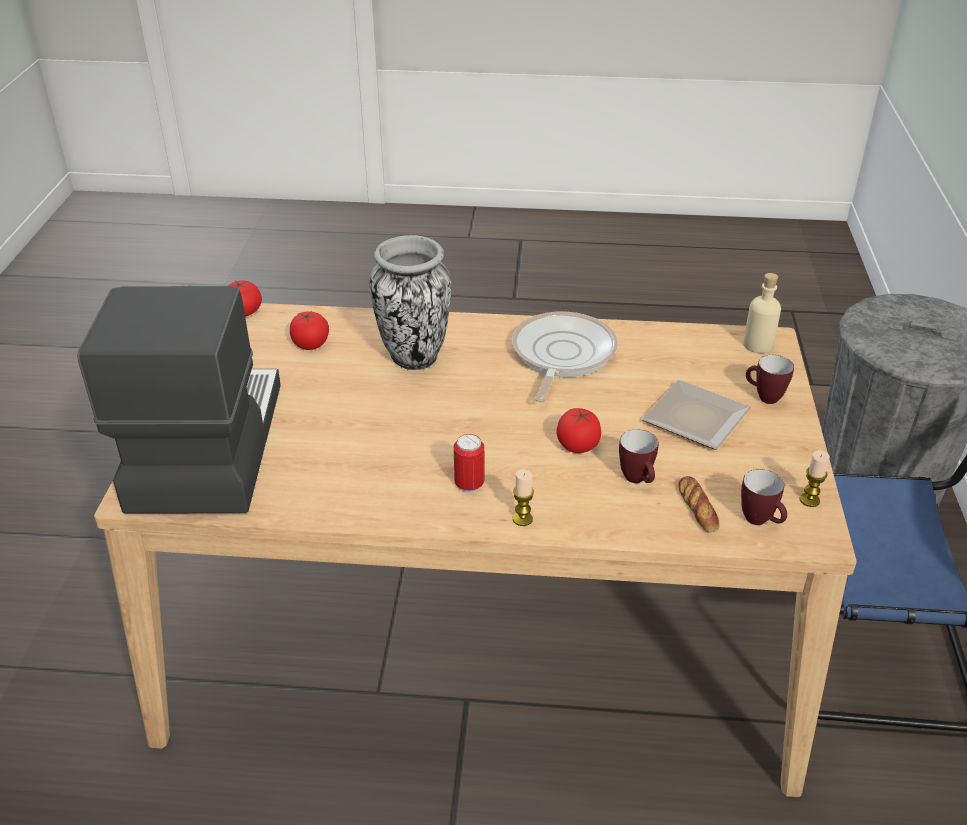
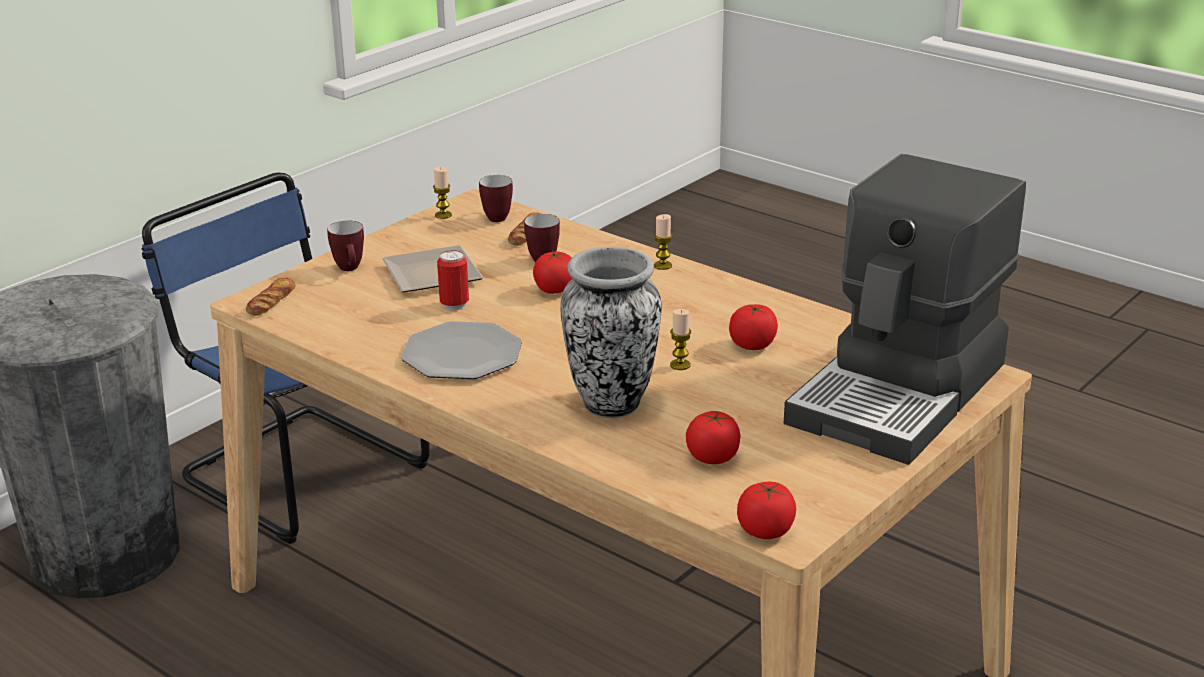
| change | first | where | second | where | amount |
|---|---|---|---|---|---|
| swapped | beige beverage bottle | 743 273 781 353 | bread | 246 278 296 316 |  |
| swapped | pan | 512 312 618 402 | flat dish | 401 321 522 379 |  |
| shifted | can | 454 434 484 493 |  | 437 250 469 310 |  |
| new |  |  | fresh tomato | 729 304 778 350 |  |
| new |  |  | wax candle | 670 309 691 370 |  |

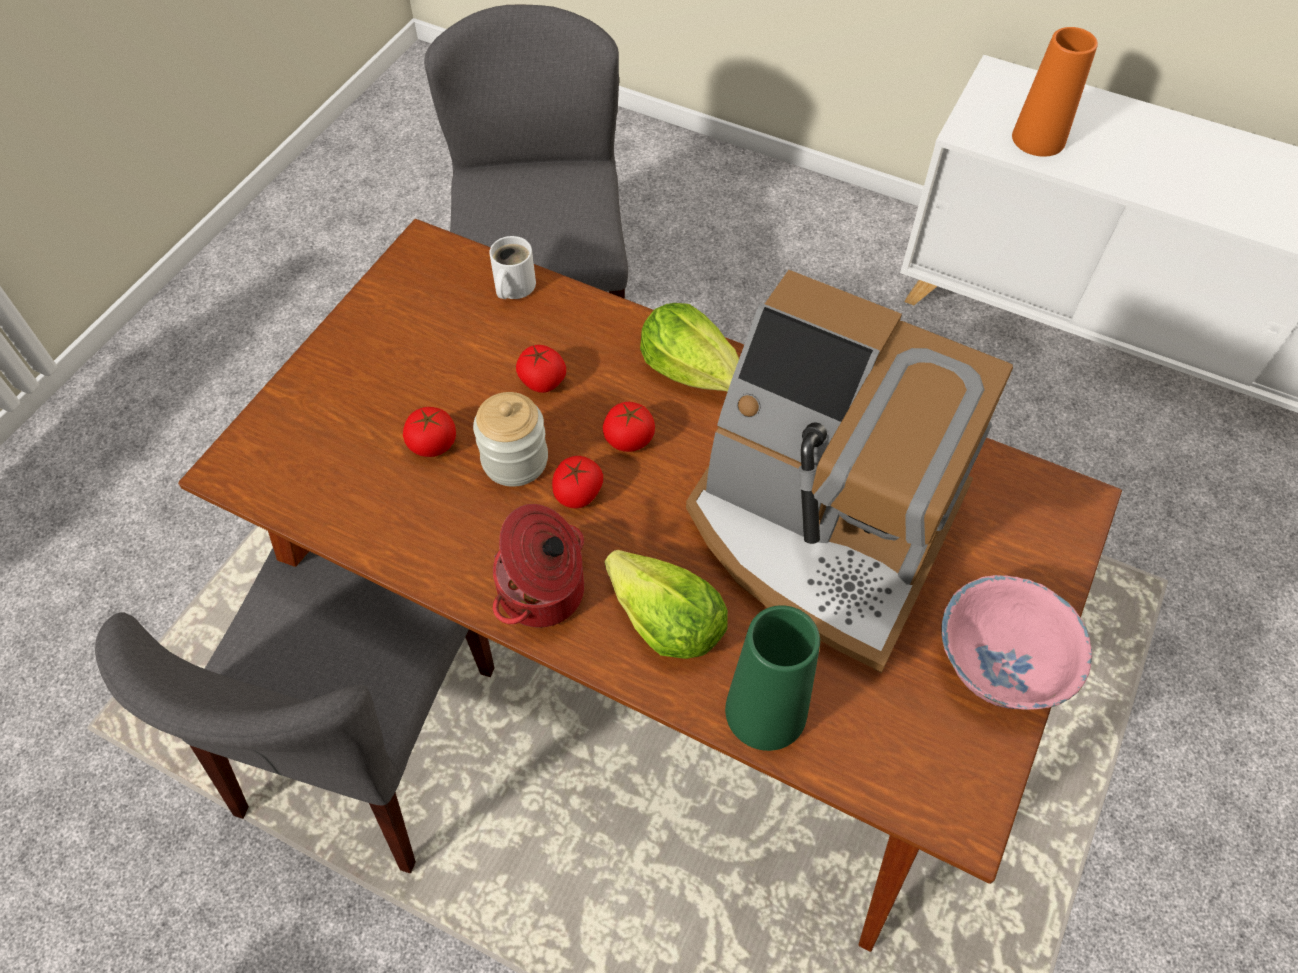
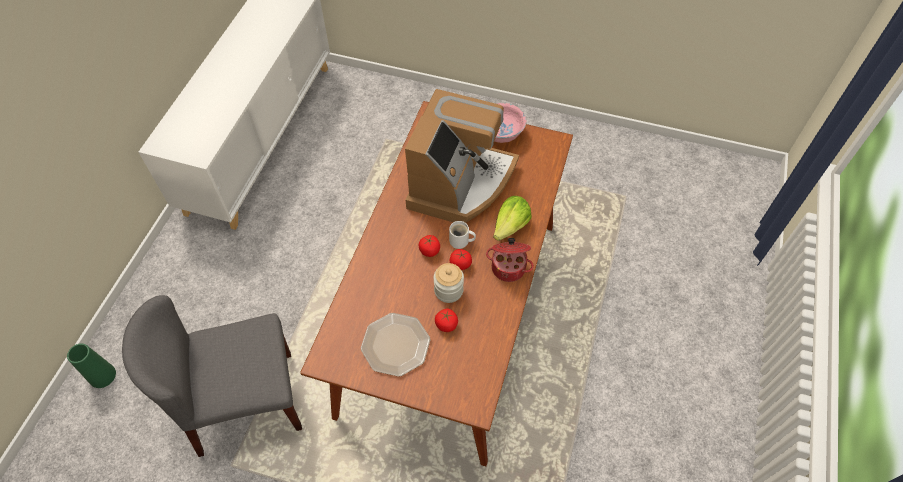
| change | first | where | second | where | amount |
|---|---|---|---|---|---|
| gone | orange vase | 1012 27 1098 157 |  |  |  |
| shifted | whitish mug | 489 236 536 299 |  | 449 221 476 249 |  |
| gone | lettuce | 640 303 739 392 |  |  |  |
| gone | fresh tomato | 516 345 566 393 |  |  |  |
| gone | grey plain chair | 95 548 494 873 |  |  |  |
| shifted | green-coloured vase | 725 605 820 751 |  | 67 344 116 388 |  |
| new |  |  | flat dish | 361 313 430 377 |  |

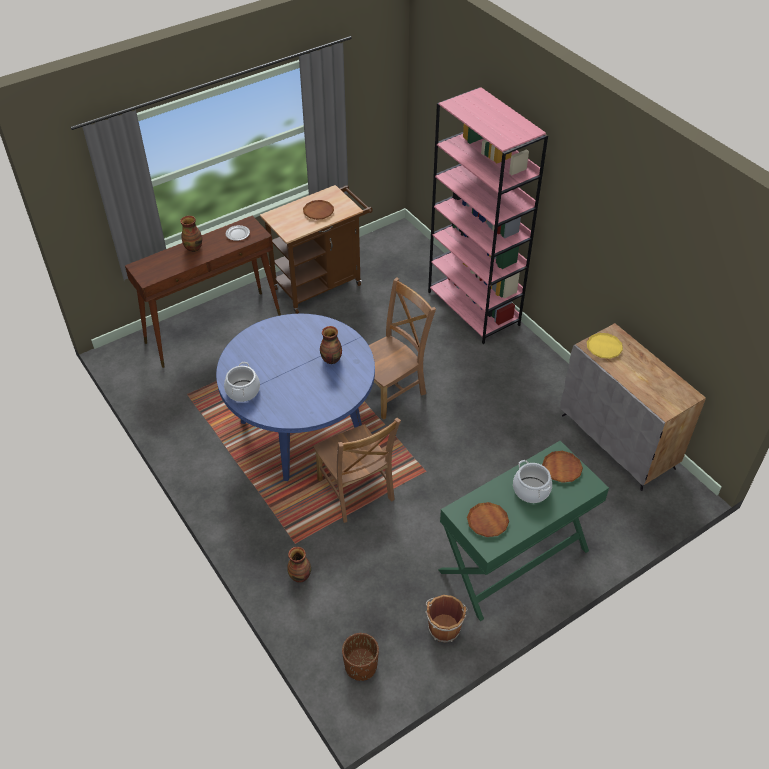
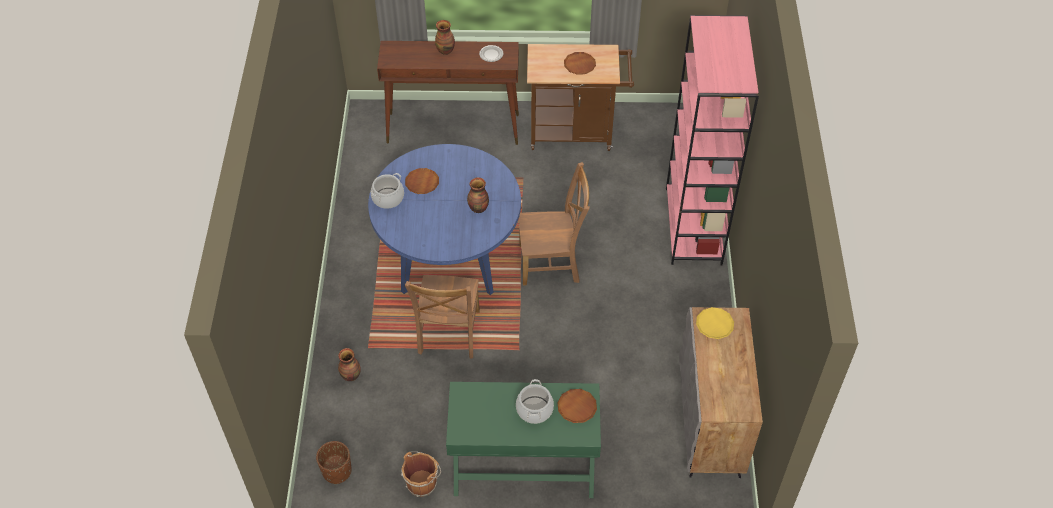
| change | first | where | second | where | amount |
|---|---|---|---|---|---|
| shifted | brown-coloured flat dish | 467 502 509 537 |  | 405 168 439 194 |  |

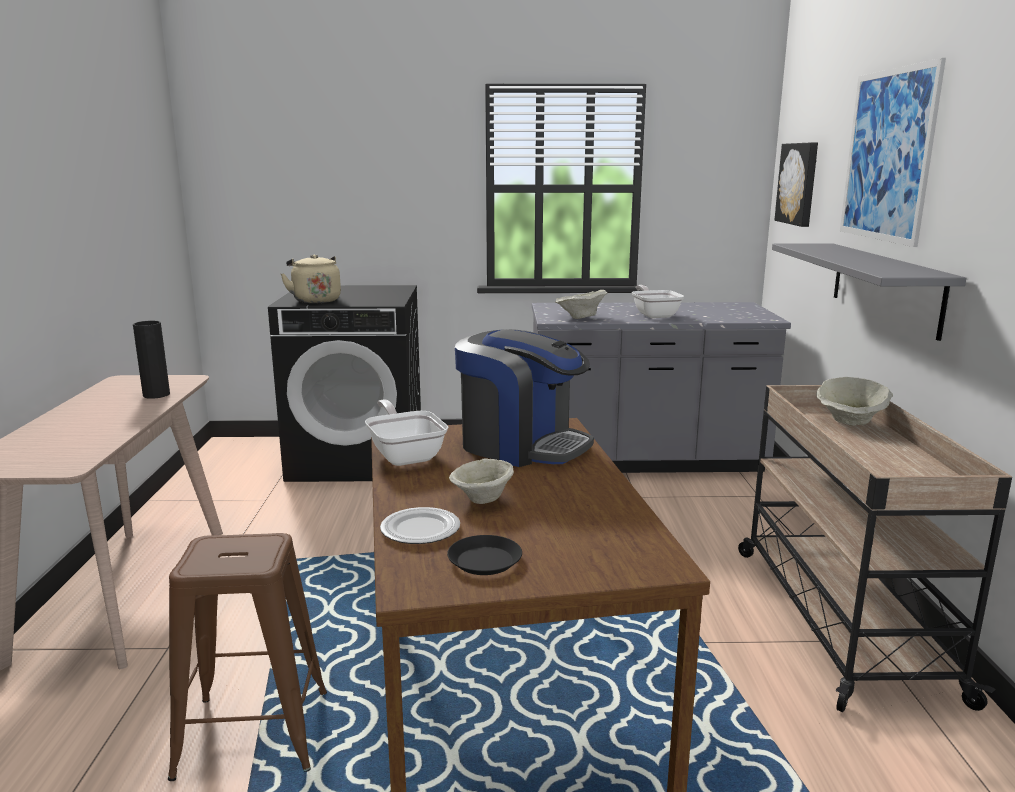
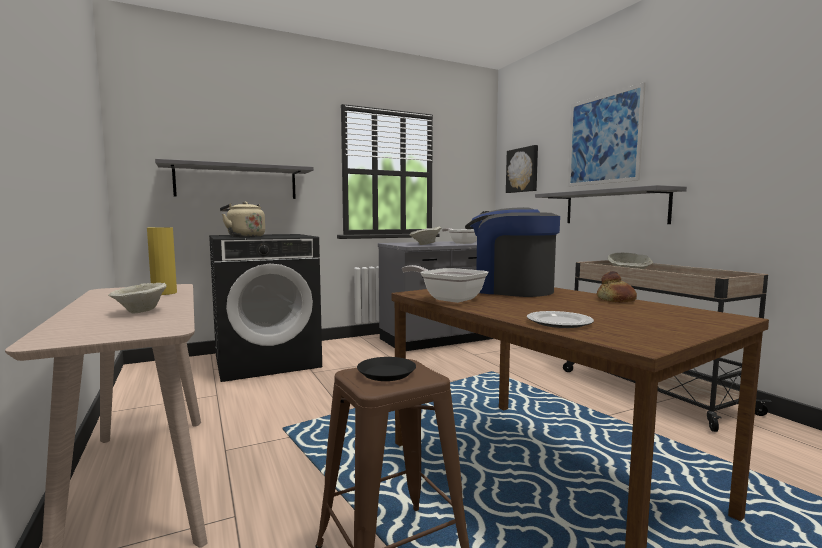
| change | first | where | second | where | amount |
|---|---|---|---|---|---|
| repainted | black vase | 133 321 170 399 | yellow vase | 147 227 177 295 |  |
| rotated | coffee brewer | 455 329 594 467 |  | 465 207 560 297 | 150 degrees counterclockwise |
| shifted | beige serving bowl | 449 459 514 504 |  | 109 283 167 314 |  |
| shifted | black flat dish | 447 535 522 575 |  | 357 357 416 381 |  |
| new |  |  | grey wall shelf | 155 159 314 199 |  |
| new |  |  | bread | 597 271 637 302 |  |

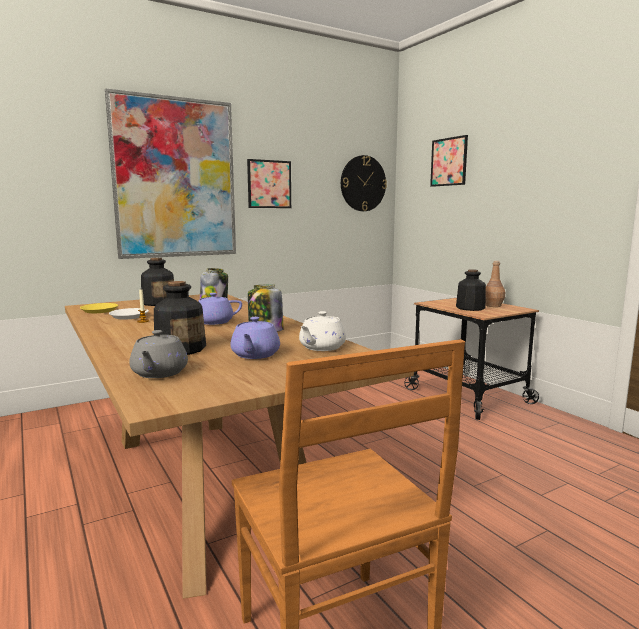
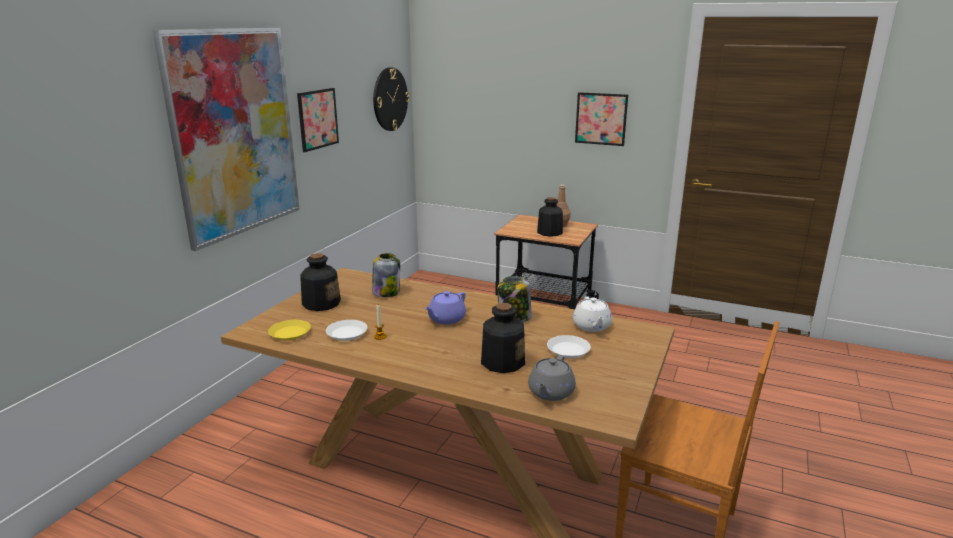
| change | first | where | second | where | amount |
|---|---|---|---|---|---|
| shifted | wall picture | 430 135 468 187 |  | 575 92 628 146 |  |
| swapped | purple pot for tea | 230 317 280 359 | whitish flat dish | 547 335 591 358 |  |
| rotated | grey pot for tea | 129 330 188 378 |  | 528 355 576 401 | 60 degrees clockwise |

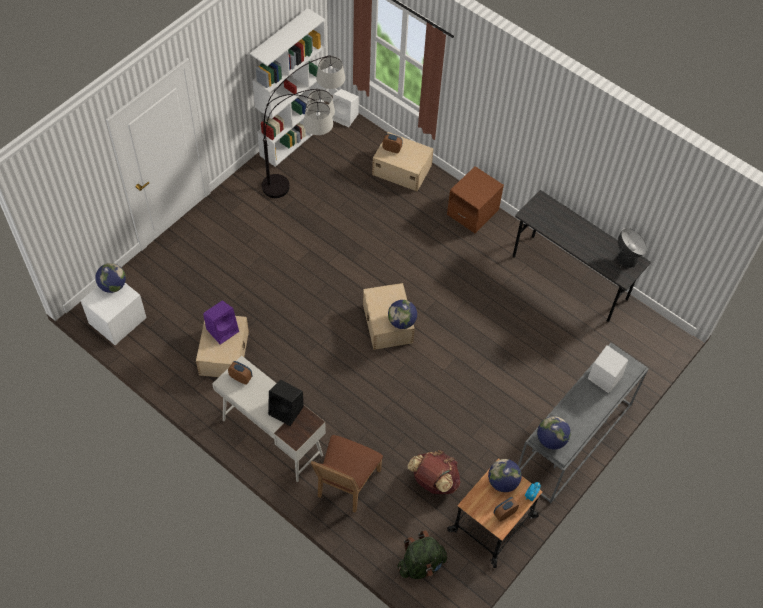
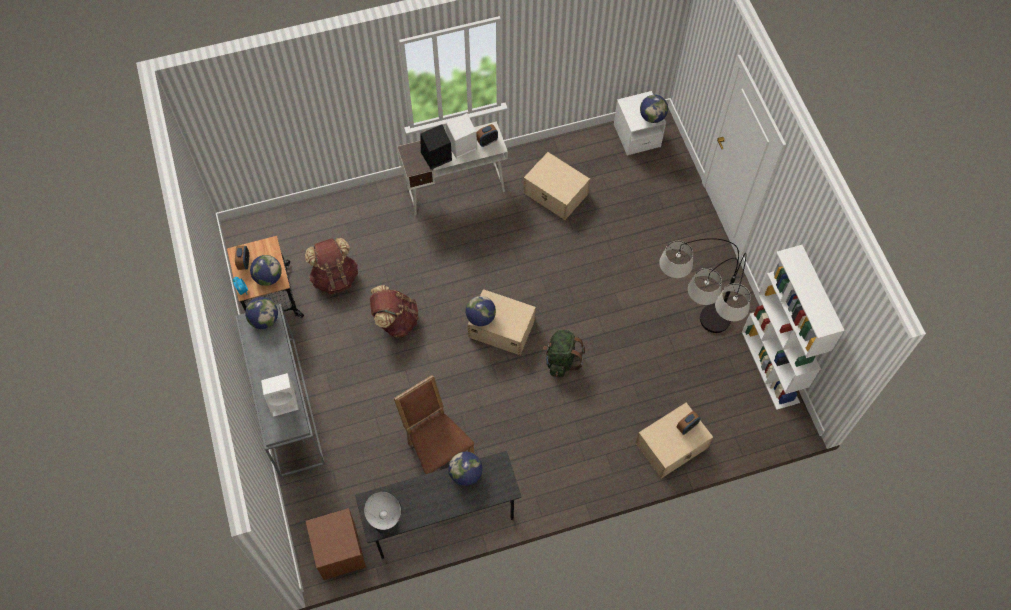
| change | first | where | second | where | amount |
|---|---|---|---|---|---|
| shifted | whitish audio speaker | 332 89 359 127 |  | 446 113 477 159 |  |
| shifted | brown-coloured bedside table | 447 166 504 234 |  | 306 508 366 580 |  |
| gone | purple audio speaker | 203 300 239 345 |  |  |  |
| shifted | brown-coloured plain chair | 311 435 383 513 |  | 394 375 475 474 |  |
| shifted | green-coloured backpack | 397 530 448 579 |  | 543 330 585 377 |  |
| new |  |  | brown-coloured backpack | 370 285 418 337 |  |
| new |  |  | world globe | 448 452 483 486 |  |

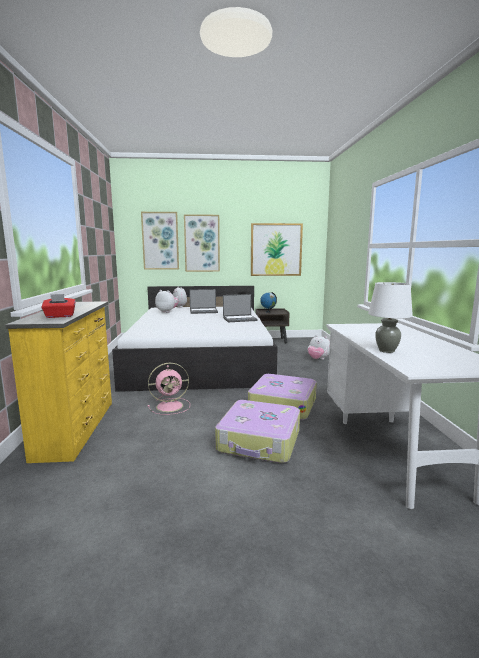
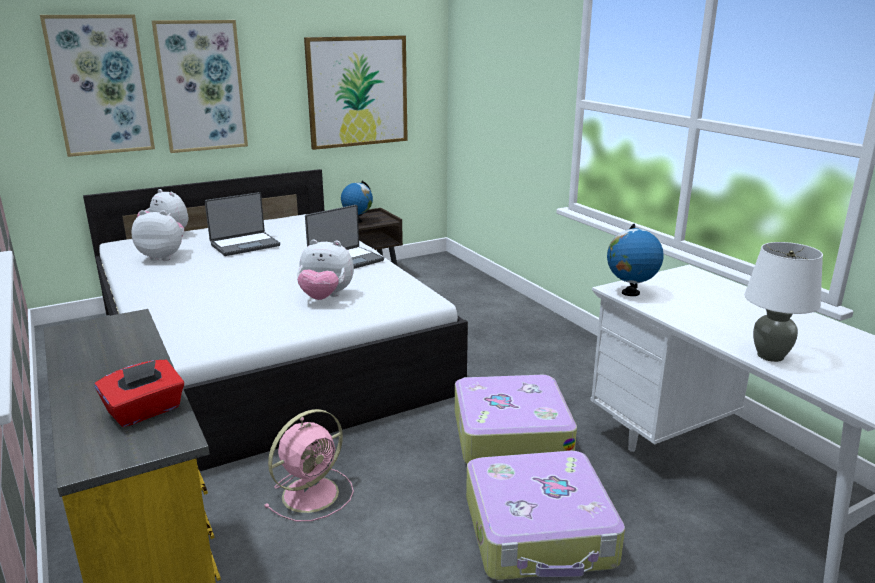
| change | first | where | second | where | amount |
|---|---|---|---|---|---|
| shifted | cuddly toy | 308 335 330 360 |  | 297 239 354 300 |  |
| new |  |  | world globe | 607 224 664 296 |  |

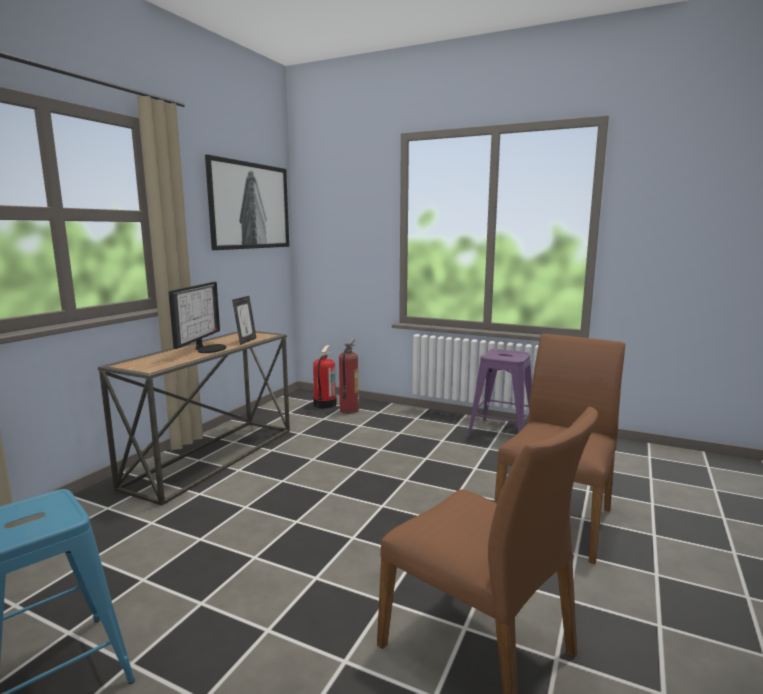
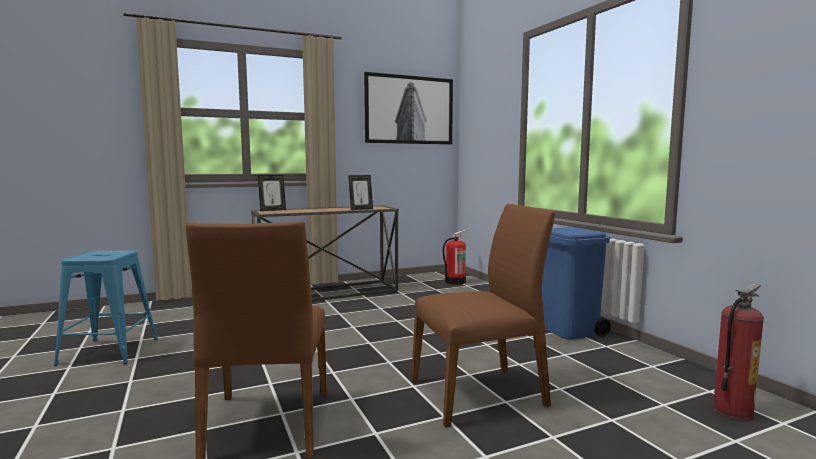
| change | first | where | second | where | amount |
|---|---|---|---|---|---|
| gone | computer display | 168 282 226 353 |  |  |  |
| shifted | fire extinguisher | 339 339 359 414 |  | 713 284 764 421 |  |
| swapped | purple sitting stool | 467 349 532 437 | blue-coloured rubbish bin | 542 227 611 340 |  |
| new |  |  | photo frame | 257 175 286 211 |  |

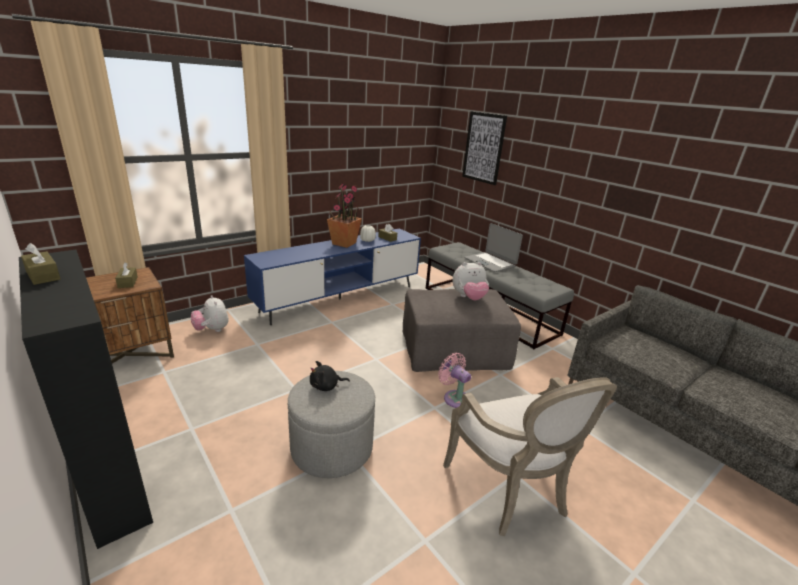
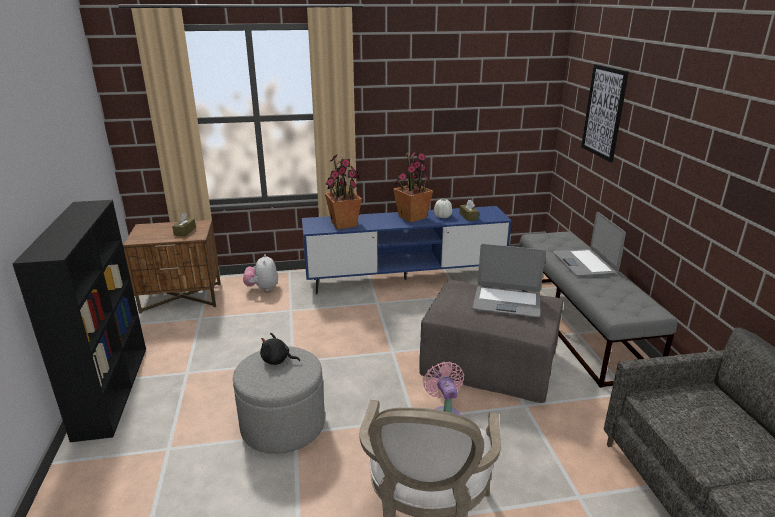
| change | first | where | second | where | amount |
|---|---|---|---|---|---|
| gone | brown-coloured tissue box | 21 243 60 285 |  |  |  |
| swapped | cuddly toy | 453 262 489 300 | portable computer | 473 244 546 317 |  |
| new |  |  | plant in a pot | 325 155 362 229 |  |

